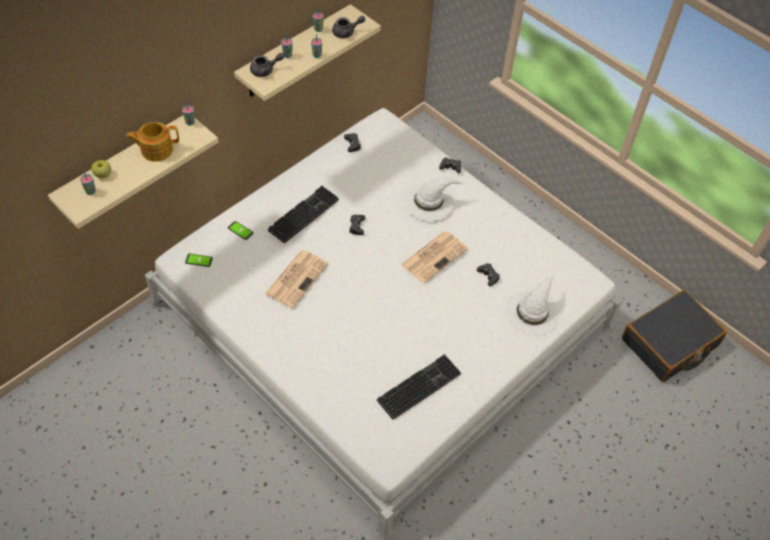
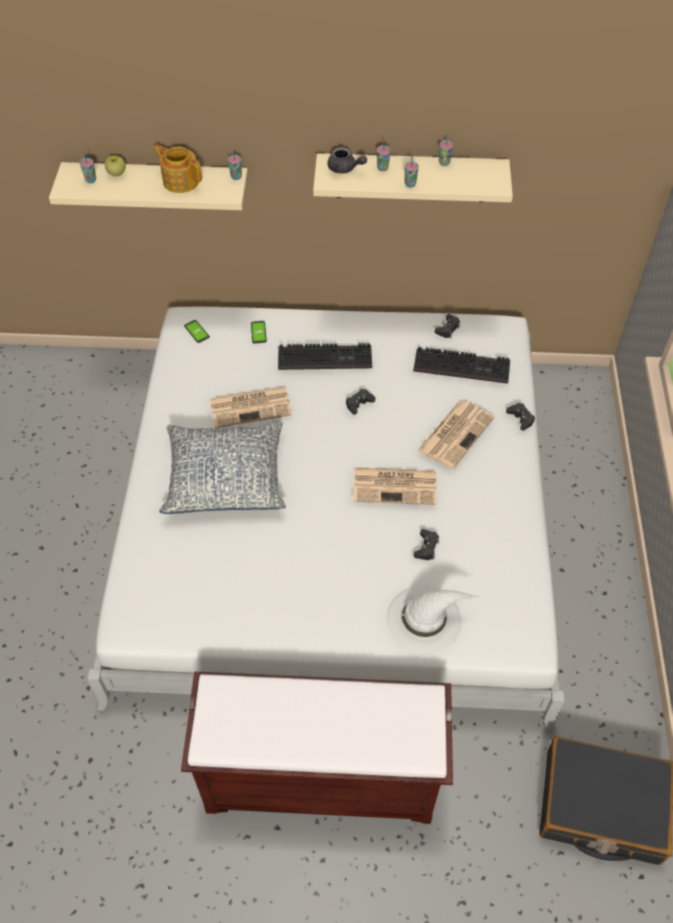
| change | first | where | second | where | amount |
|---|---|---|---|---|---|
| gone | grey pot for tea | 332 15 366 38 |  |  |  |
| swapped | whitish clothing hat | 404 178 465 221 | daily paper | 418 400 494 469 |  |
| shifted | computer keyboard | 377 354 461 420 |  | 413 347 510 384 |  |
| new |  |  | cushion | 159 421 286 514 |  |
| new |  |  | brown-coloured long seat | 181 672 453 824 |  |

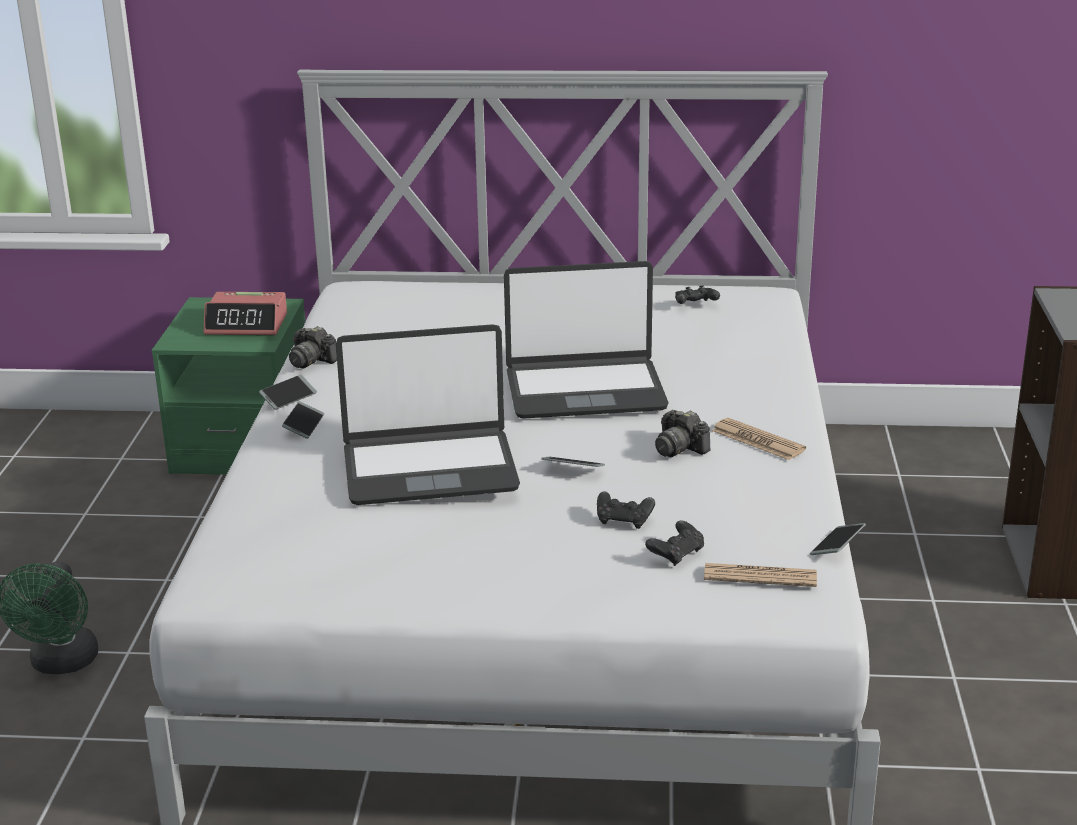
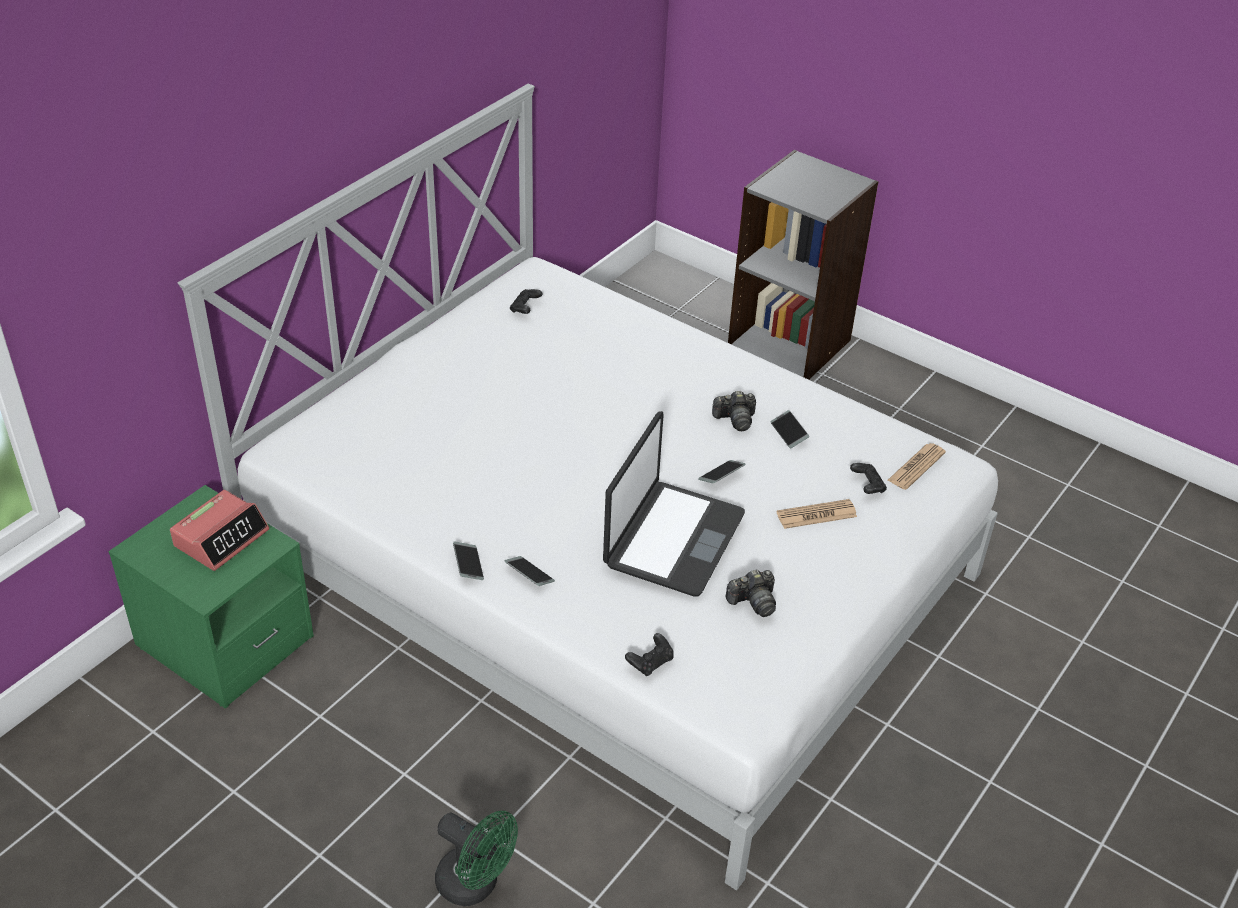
| change | first | where | second | where | amount |
|---|---|---|---|---|---|
| gone | portable computer | 504 261 669 419 |  |  |  |
| shifted | still camera | 289 326 337 369 |  | 726 569 776 617 |  |
| shifted | daily paper | 712 418 806 460 |  | 777 499 857 529 |  |
| shifted | black joypad | 597 491 655 529 |  | 625 633 674 676 |  |
| shifted | handset | 810 523 866 555 |  | 770 410 809 448 |  |

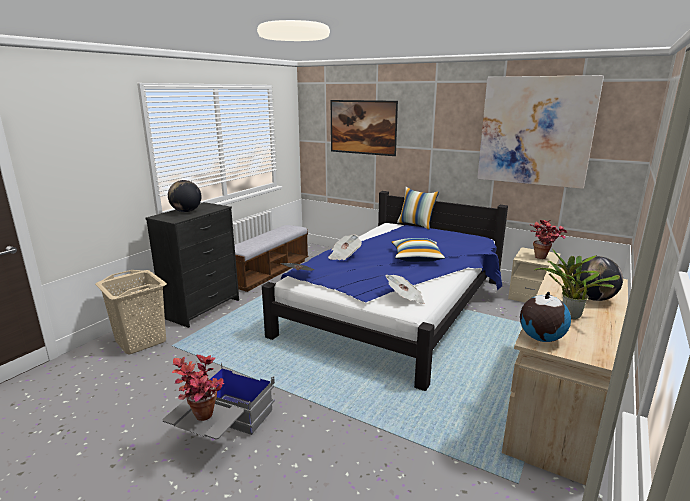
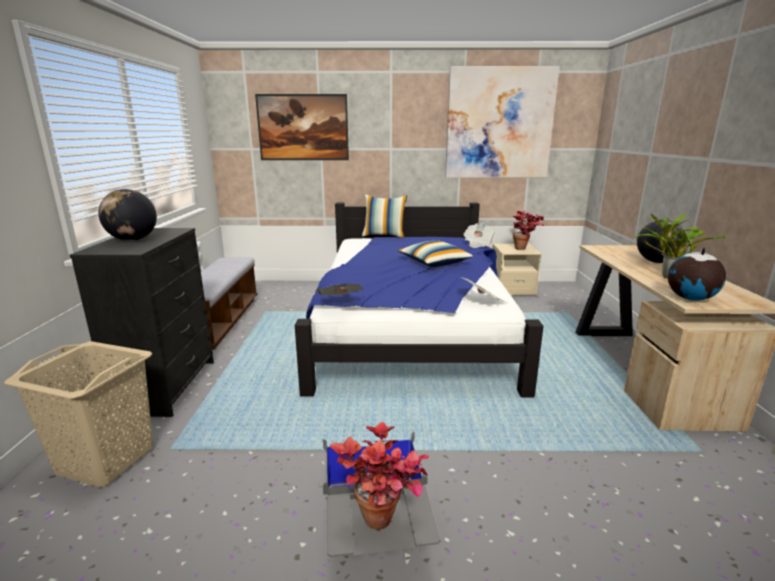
| change | first | where | second | where | amount |
|---|---|---|---|---|---|
| shifted | daily paper | 328 234 362 260 |  | 463 223 496 248 |  |

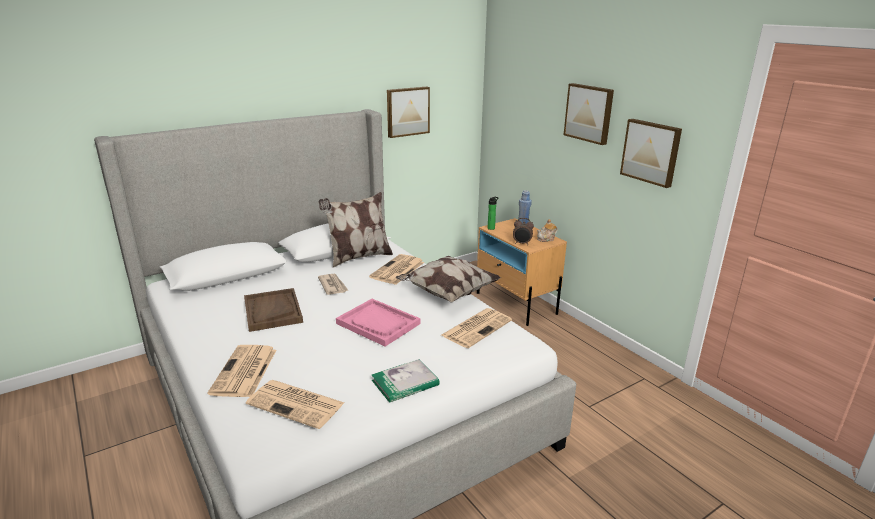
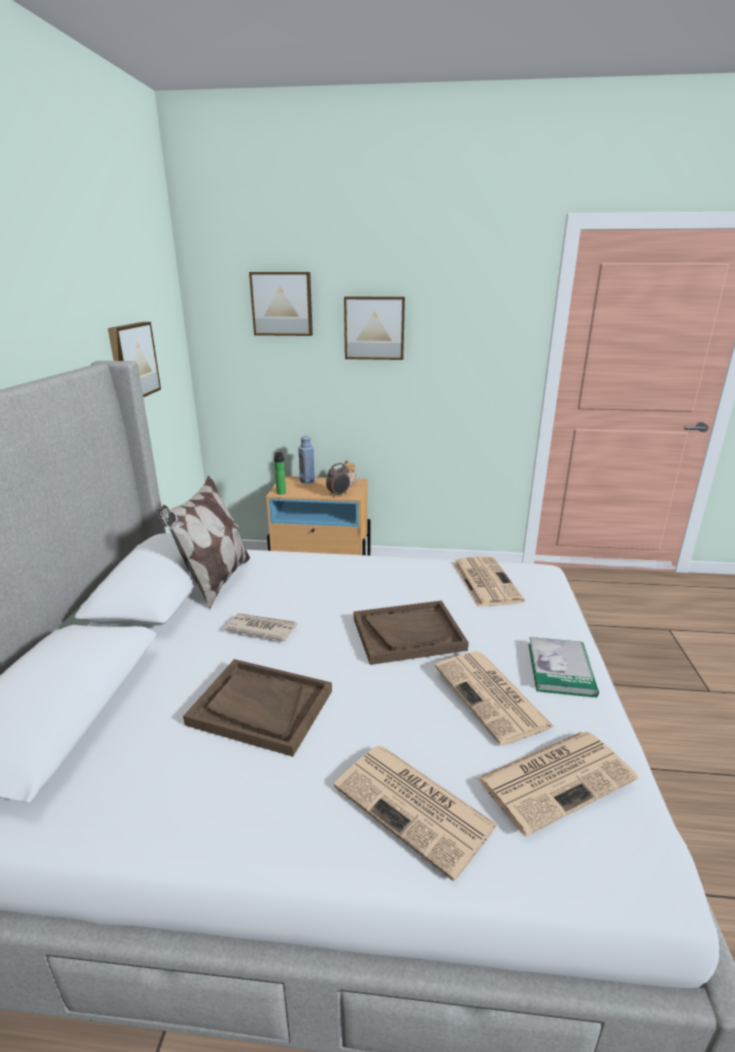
| change | first | where | second | where | amount |
|---|---|---|---|---|---|
| shifted | wall picture | 620 119 682 188 |  | 249 272 313 336 |  |
| shifted | daily paper | 369 254 424 285 |  | 435 651 554 746 |  |
| gone | cushion | 396 256 501 303 |  |  |  |
| repainted | pinkish tray | 336 299 420 347 | brown-coloured tray | 354 601 469 665 |  |

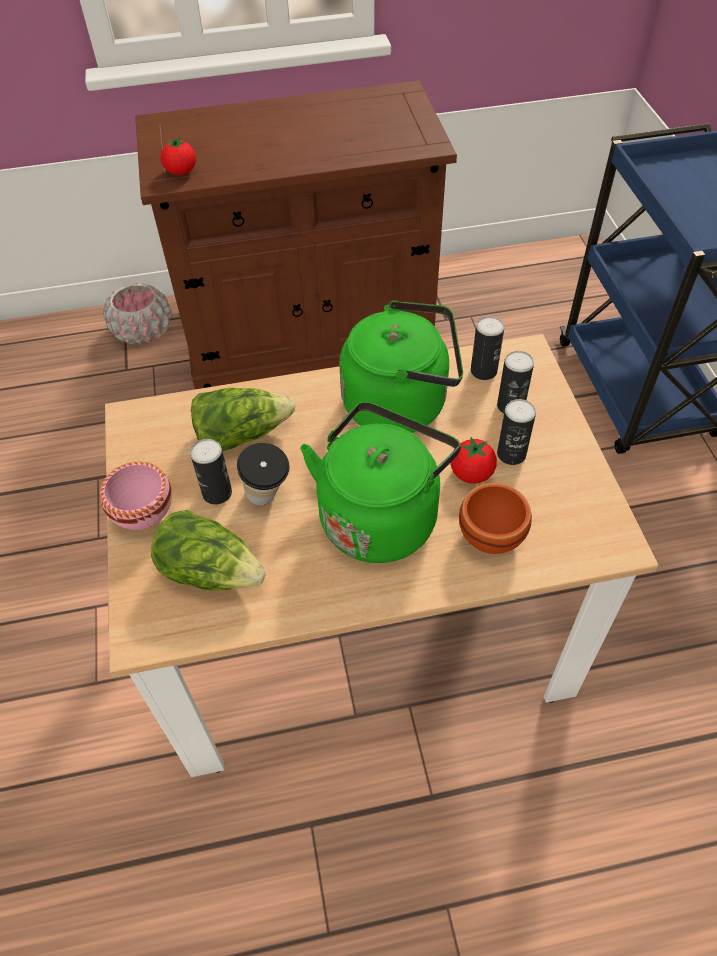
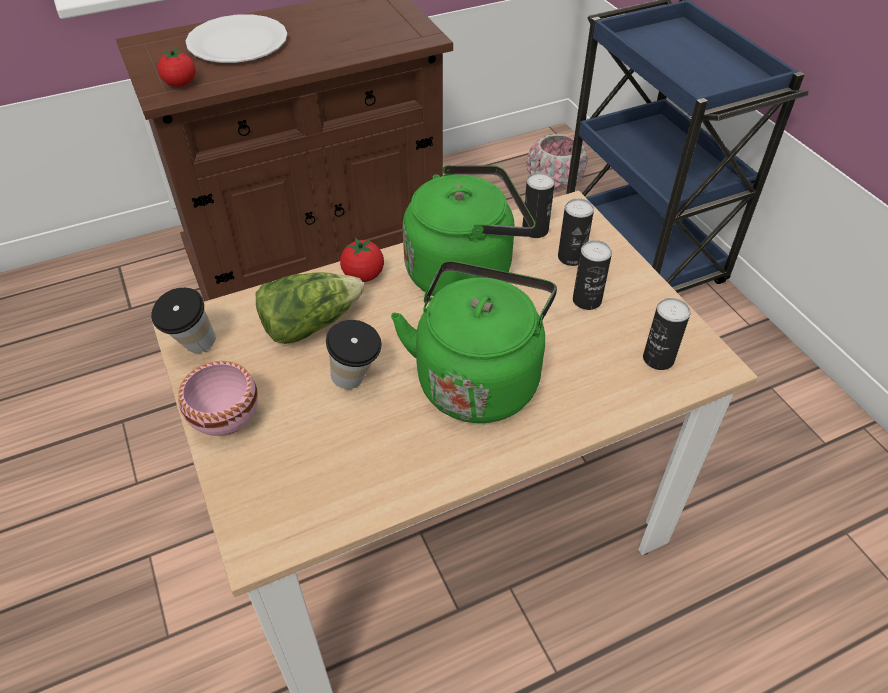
| change | first | where | second | where | amount |
|---|---|---|---|---|---|
| shifted | pinkish flower pot | 103 283 171 345 |  | 526 134 588 190 |  |
| shifted | fresh tomato | 450 437 497 484 |  | 340 237 384 282 |  |
| shifted | can | 190 439 232 505 |  | 643 298 690 370 |  |
| gone | brown-coloured serving bowl | 459 483 532 554 |  |  |  |
| gone | lettuce | 151 510 266 591 |  |  |  |
| new |  |  | whitish flat dish | 186 14 287 63 |  |
| new |  |  | cup | 151 288 216 353 |  |

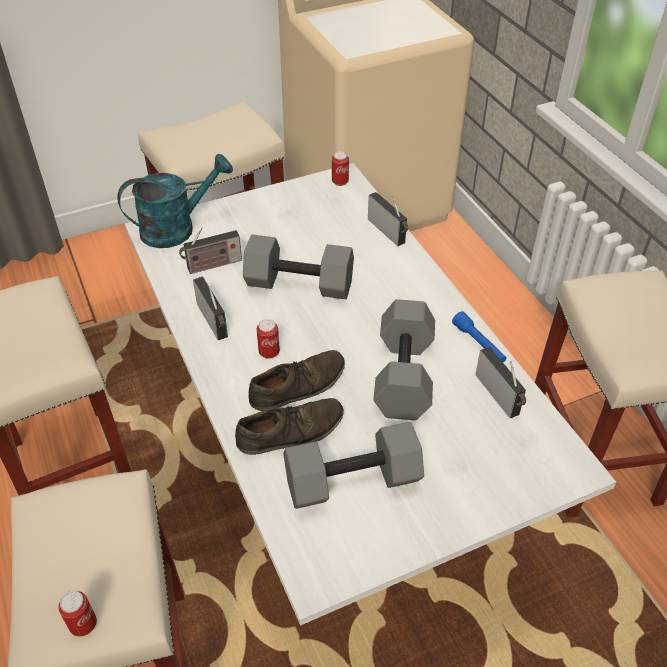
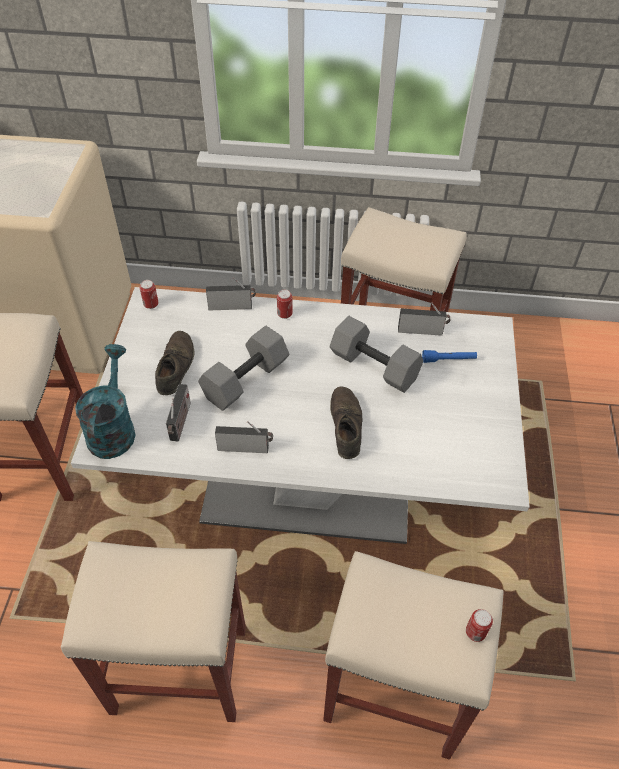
| change | first | where | second | where | amount |
|---|---|---|---|---|---|
| shifted | blue-coloured flashlight | 452 311 507 362 |  | 422 350 477 363 |  |
| shifted | can | 257 319 280 359 |  | 277 290 293 319 |  |
| shifted | brown-coloured item of footwear | 235 398 344 455 |  | 155 331 194 395 |  |
| gone | grey free weight | 283 422 424 509 |  |  |  |

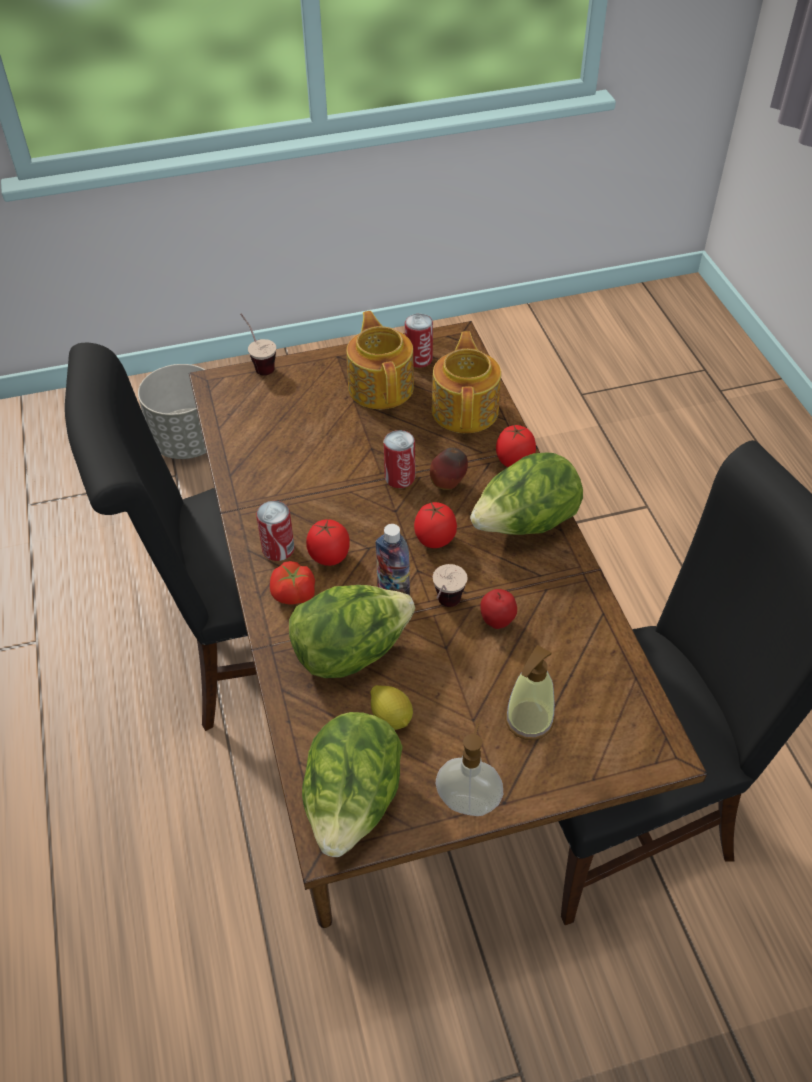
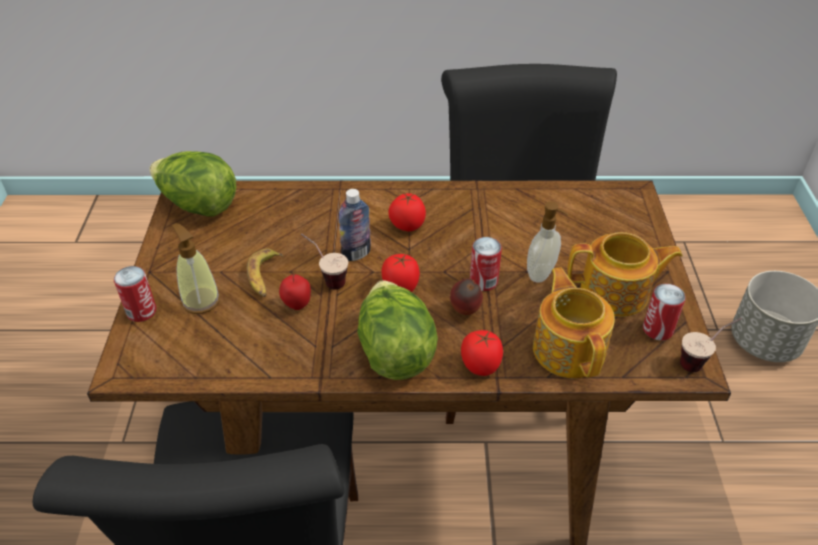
| change | first | where | second | where | amount |
|---|---|---|---|---|---|
| shifted | cup | 240 313 276 375 |  | 680 318 742 372 |  |
| rotated | pot for tea | 432 331 501 433 |  | 533 267 615 379 | 120 degrees counterclockwise |
| shifted | can | 256 501 295 561 |  | 114 266 156 322 |  |
| gone | fresh tomato | 270 561 315 604 |  |  |  |
| gone | lettuce | 289 585 415 678 |  |  |  |
| gone | lemon | 371 685 413 730 |  |  |  |
| shifted | liquid soap bottle | 436 724 503 816 |  | 527 201 568 283 |  |
| new |  |  | banana fruit | 247 248 283 297 |  |

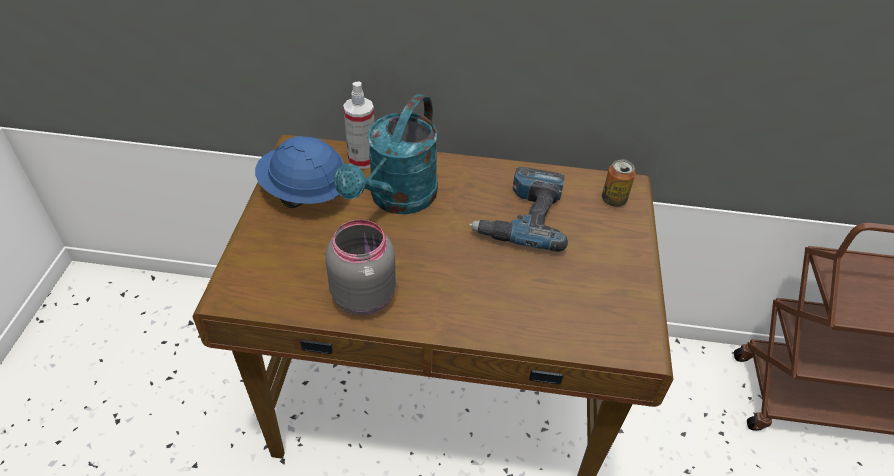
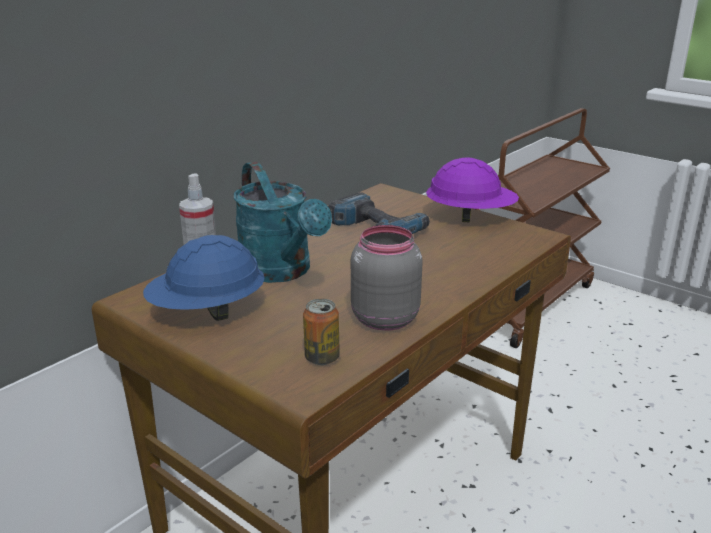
| change | first | where | second | where | amount |
|---|---|---|---|---|---|
| shifted | can | 602 159 635 207 |  | 303 299 340 365 |  |
| new |  |  | purple hard hat | 426 158 519 222 |  |

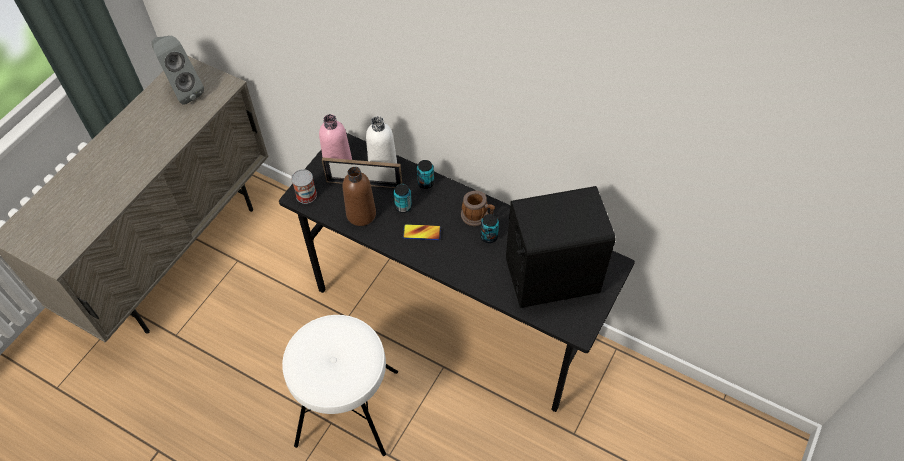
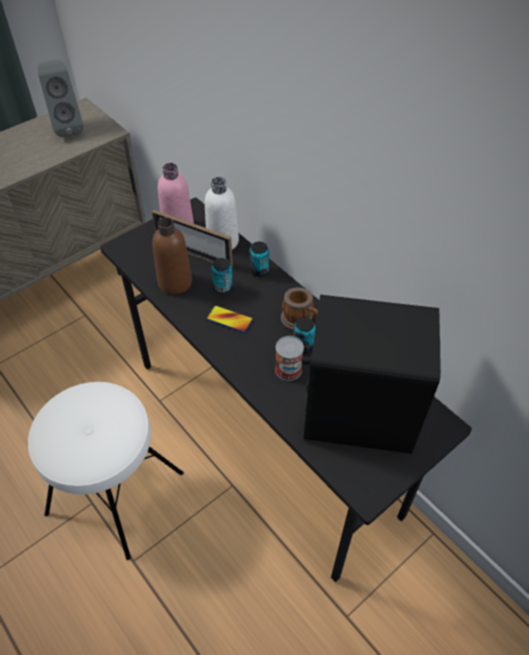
| change | first | where | second | where | amount |
|---|---|---|---|---|---|
| shifted | can | 291 169 317 204 |  | 275 336 304 381 |  |

